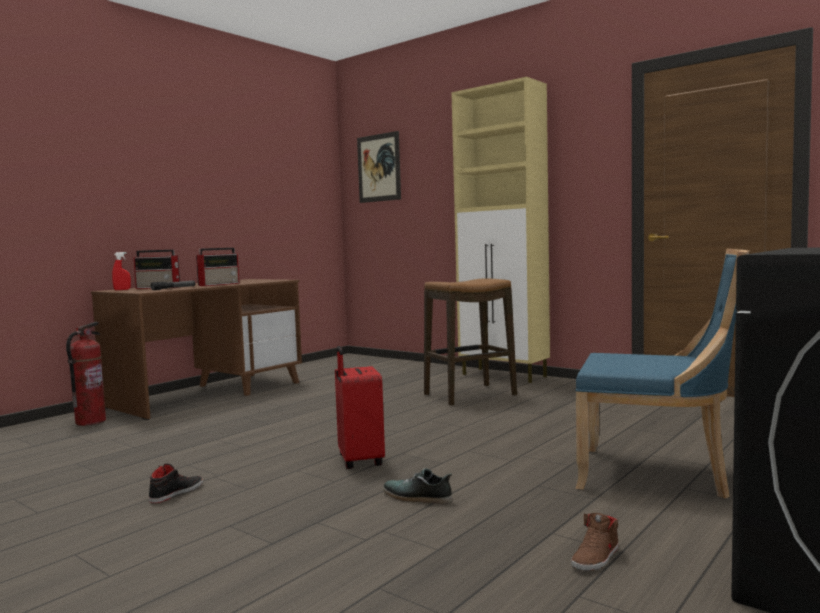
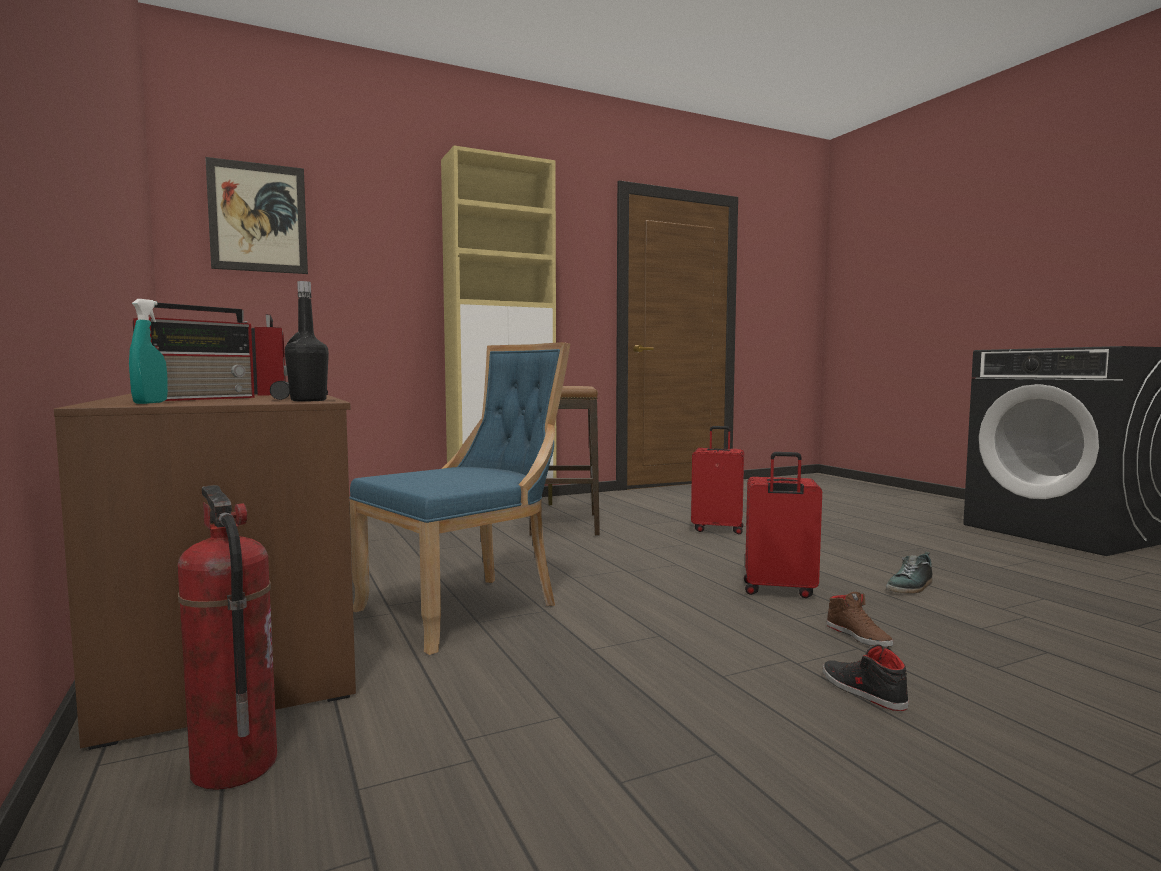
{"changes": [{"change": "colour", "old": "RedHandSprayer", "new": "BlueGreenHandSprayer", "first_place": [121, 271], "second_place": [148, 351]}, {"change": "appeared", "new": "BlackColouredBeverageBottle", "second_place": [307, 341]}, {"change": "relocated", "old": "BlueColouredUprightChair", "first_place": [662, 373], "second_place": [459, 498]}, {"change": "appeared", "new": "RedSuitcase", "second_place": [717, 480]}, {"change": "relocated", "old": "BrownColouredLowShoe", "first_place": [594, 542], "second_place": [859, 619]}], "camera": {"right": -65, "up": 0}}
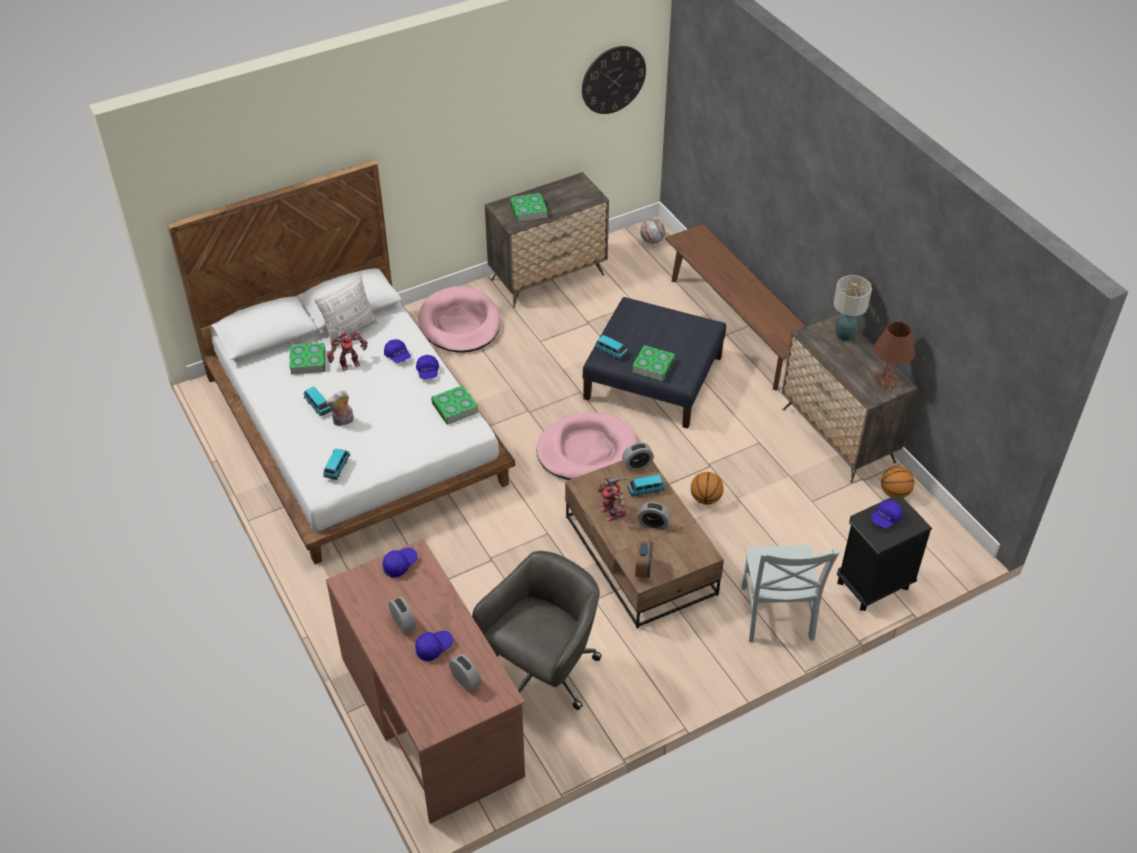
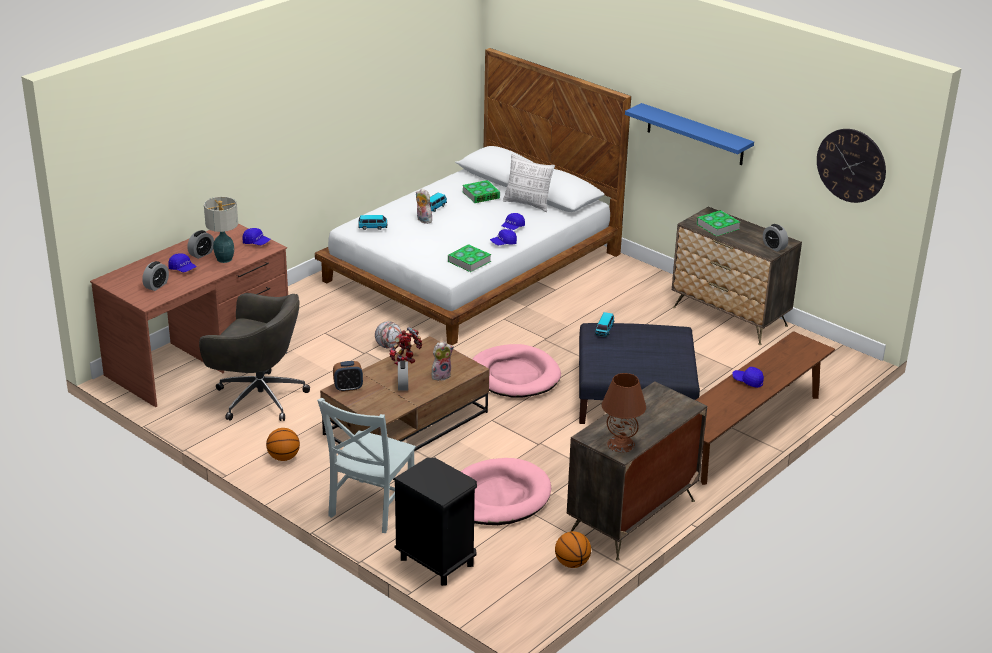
{"changes": [{"change": "relocated", "old": "TableLamp", "first_place": [853, 308], "second_place": [221, 229]}, {"change": "relocated", "old": "Basketball", "first_place": [707, 488], "second_place": [283, 444]}, {"change": "spun", "old": "GreyishUprightChair", "first_place": [790, 594], "second_place": [366, 465], "degrees": -45}, {"change": "relocated", "old": "BallForFootball", "first_place": [652, 231], "second_place": [388, 335]}, {"change": "exchanged", "old": "ModelCar", "new": "CuddlyToy", "first_place": [646, 485], "second_place": [443, 361]}, {"change": "relocated", "old": "PinkishPetBed", "first_place": [459, 319], "second_place": [506, 491]}, {"change": "appeared", "new": "BlueColouredWallShelf", "second_place": [689, 134]}, {"change": "relocated", "old": "BlueColouredPeakedCap", "first_place": [886, 514], "second_place": [748, 377]}, {"change": "relocated", "old": "AlarmClock", "first_place": [638, 456], "second_place": [775, 238]}, {"change": "missing", "old": "RobotFigure", "first_place": [347, 349]}, {"change": "missing", "old": "Book", "first_place": [653, 363]}], "camera": {"right": 70, "up": -15}}
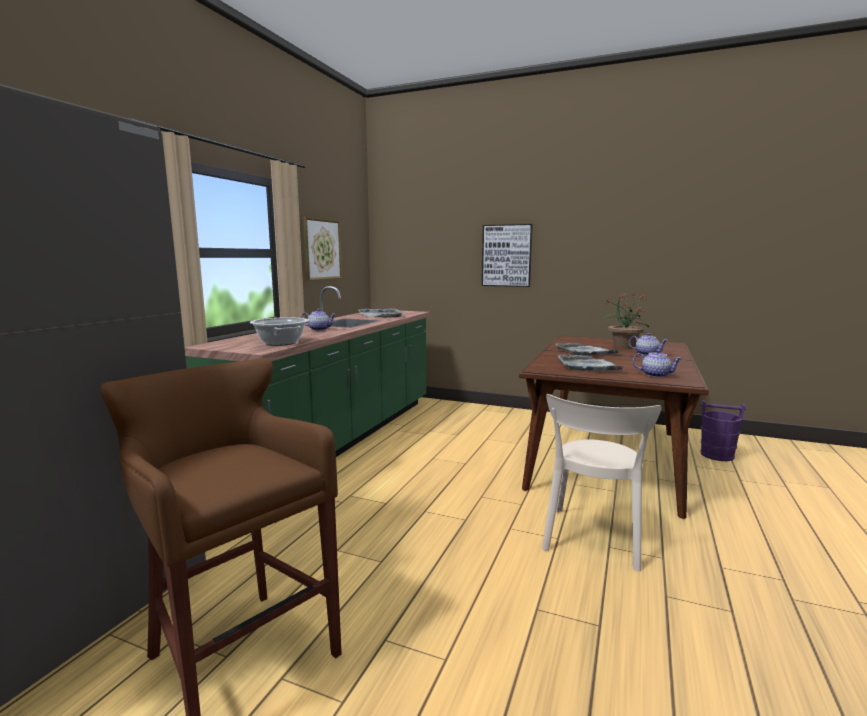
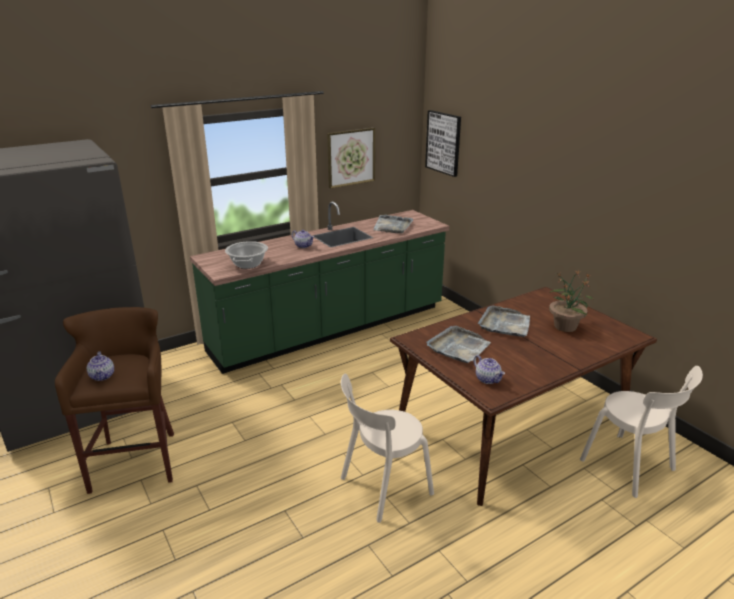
{"changes": [{"change": "relocated", "old": "PotForTea", "first_place": [648, 344], "second_place": [100, 366]}, {"change": "relocated", "old": "WallArt", "first_place": [507, 255], "second_place": [443, 143]}, {"change": "exchanged", "old": "PurplishBucket", "new": "SandColouredUprightChair", "first_place": [723, 430], "second_place": [641, 432]}], "camera": {"right": 35, "up": 15}}
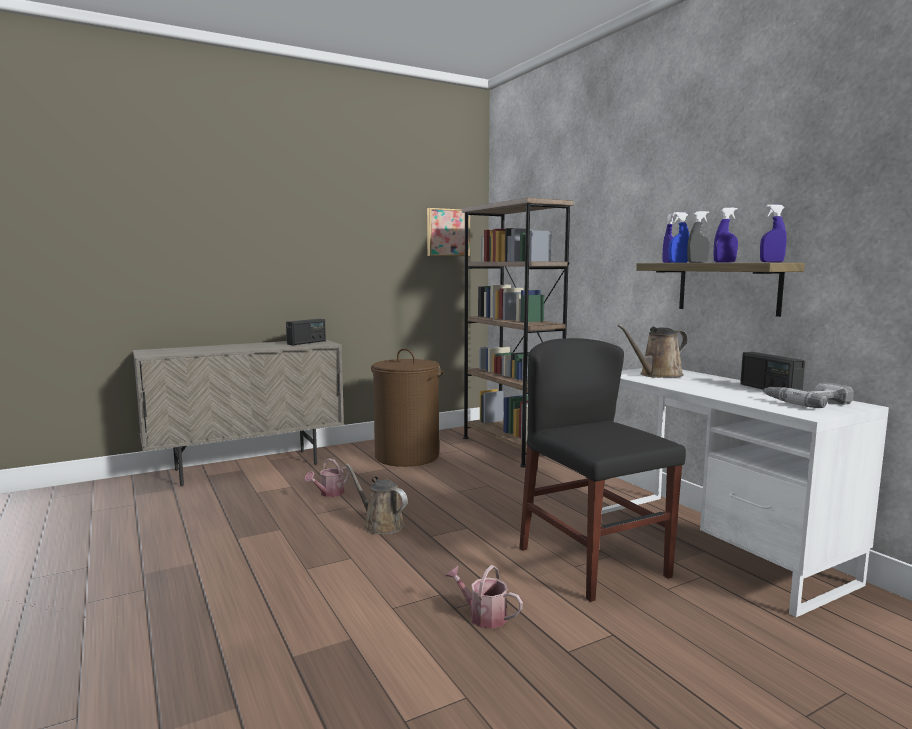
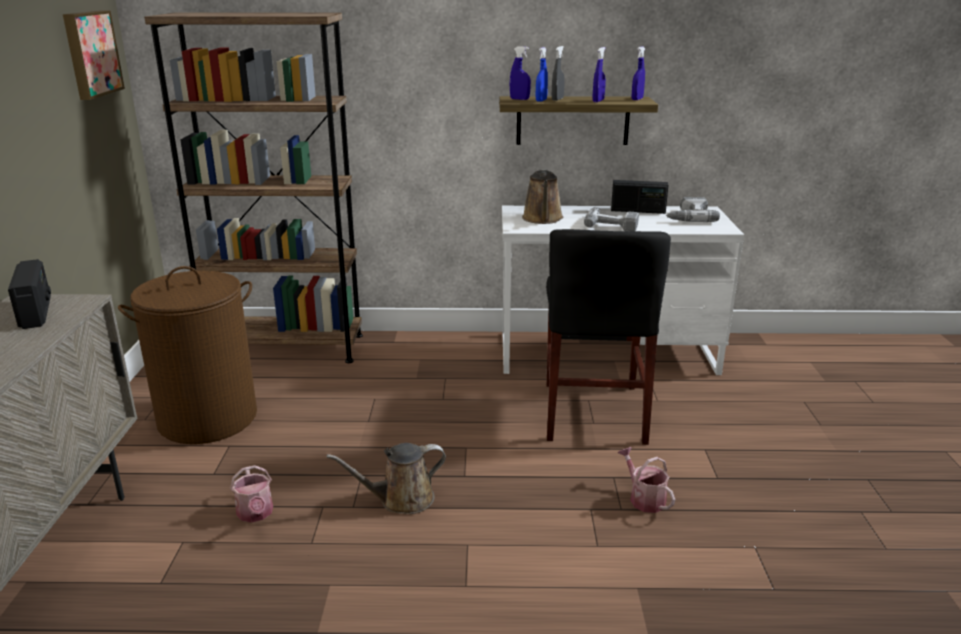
{"changes": [{"change": "spun", "old": "BlackColouredUprightChair", "first_place": [602, 470], "second_place": [608, 337], "degrees": -90}, {"change": "appeared", "new": "ElectricDrill", "second_place": [611, 219]}, {"change": "spun", "old": "SprinklingCan", "first_place": [484, 597], "second_place": [646, 480], "degrees": 90}], "camera": {"right": -60, "up": 15}}
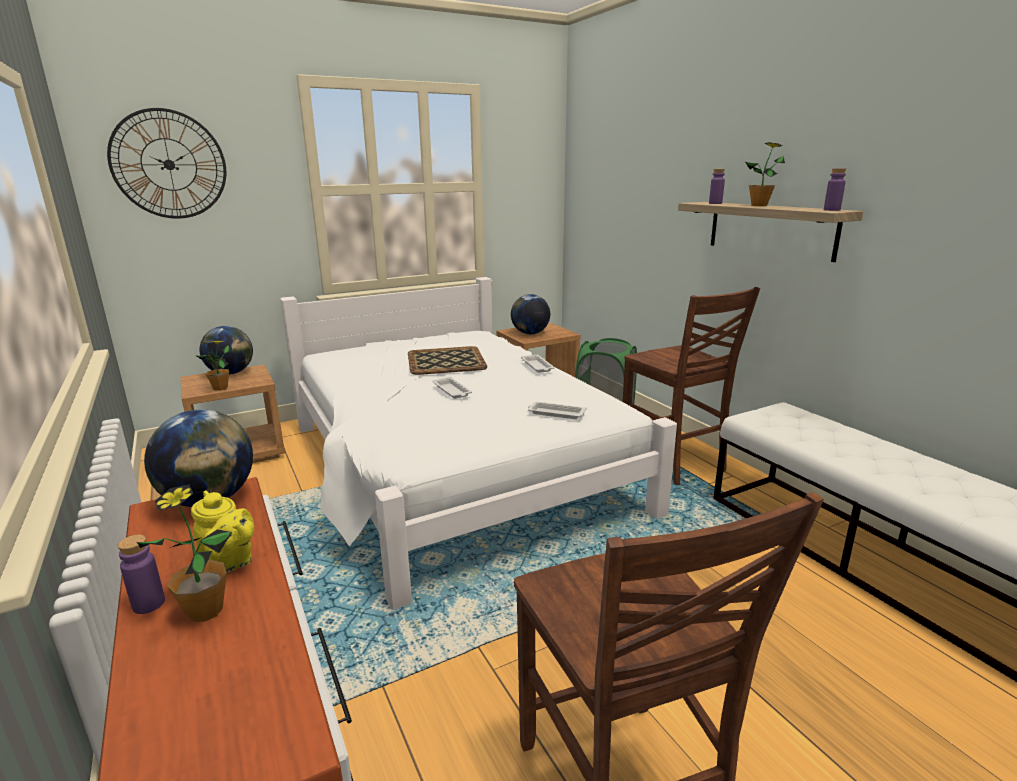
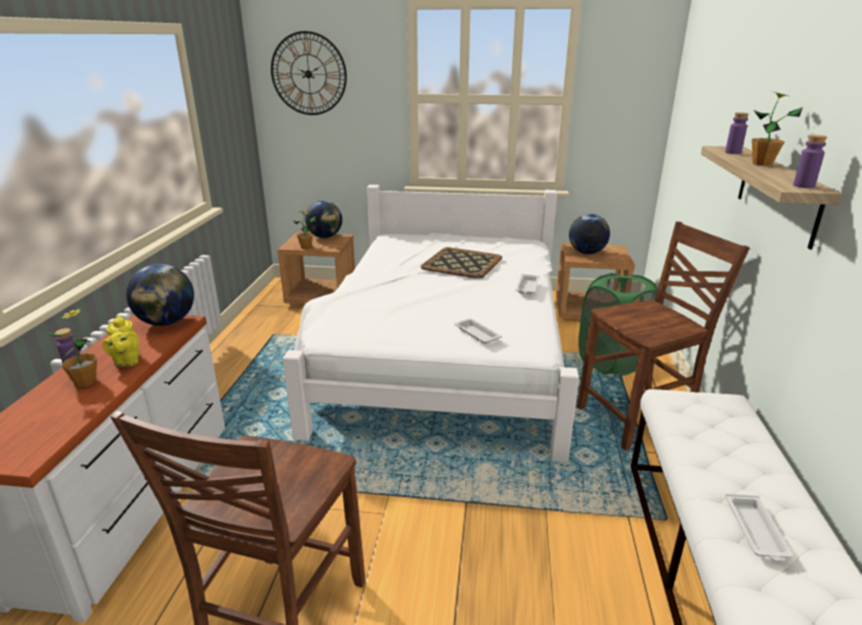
{"changes": [{"change": "spun", "old": "BrownColouredUprightChair", "first_place": [691, 386], "second_place": [663, 336], "degrees": -120}, {"change": "relocated", "old": "WhiteColouredTray", "first_place": [452, 388], "second_place": [759, 527]}], "camera": {"right": 35, "up": 5}}
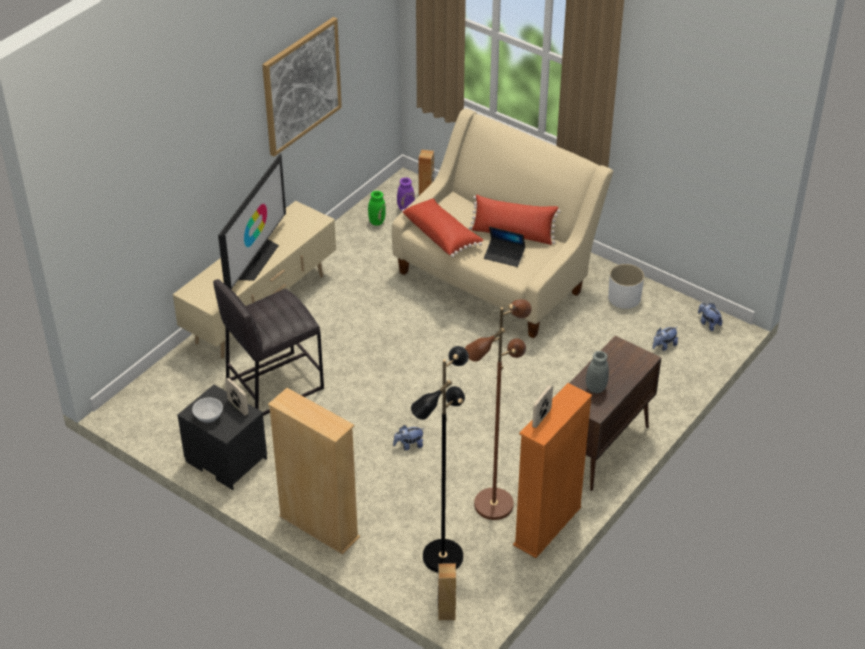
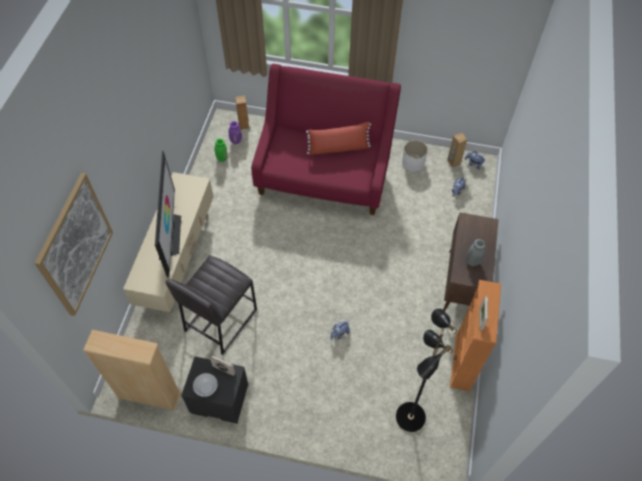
{"changes": [{"change": "relocated", "old": "WallArt", "first_place": [302, 87], "second_place": [73, 244]}, {"change": "relocated", "old": "SandColouredBookcase", "first_place": [314, 471], "second_place": [132, 370]}, {"change": "colour", "old": "SandColouredSofa", "new": "RedSofa", "first_place": [502, 223], "second_place": [326, 139]}, {"change": "relocated", "old": "BrownColouredSpeaker", "first_place": [447, 592], "second_place": [457, 150]}, {"change": "missing", "old": "RedCushion", "first_place": [442, 228]}, {"change": "missing", "old": "BrownColouredStandardLamp", "first_place": [498, 409]}, {"change": "missing", "old": "PortableComputer", "first_place": [504, 247]}], "camera": {"right": -25, "up": 15}}
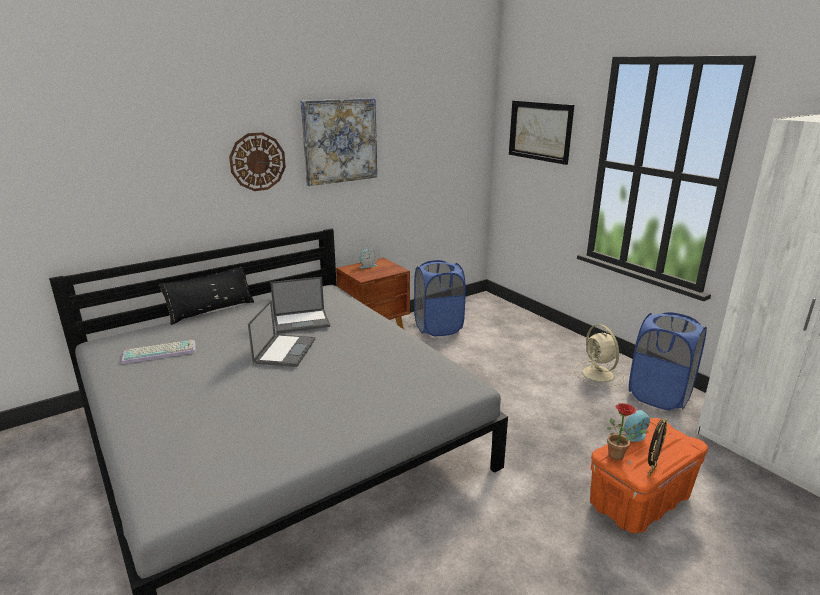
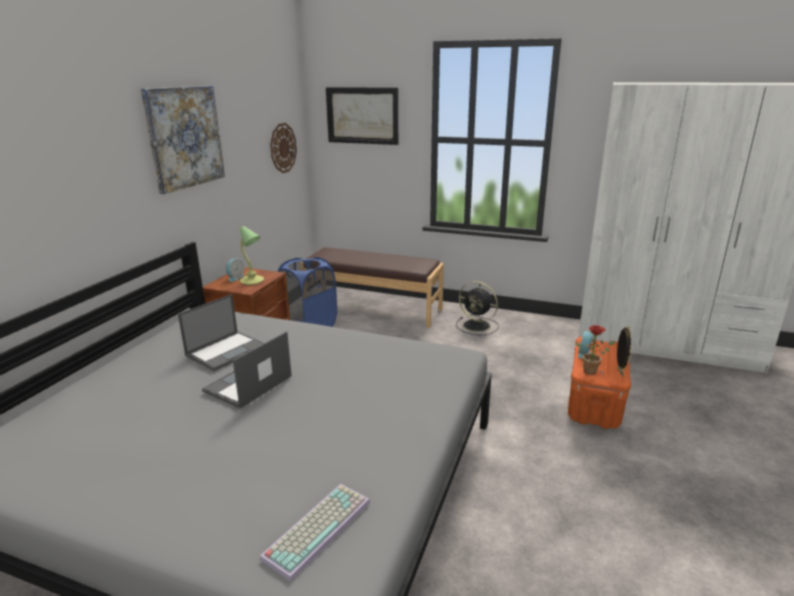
{"changes": [{"change": "spun", "old": "PortableComputer", "first_place": [281, 333], "second_place": [247, 370], "degrees": -120}, {"change": "appeared", "new": "TableLamp", "second_place": [252, 255]}, {"change": "relocated", "old": "ComputerKeyboard", "first_place": [158, 352], "second_place": [315, 532]}, {"change": "relocated", "old": "ClockOnTheWall", "first_place": [257, 161], "second_place": [283, 148]}, {"change": "appeared", "new": "BrownColouredIndoorBench", "second_place": [375, 287]}, {"change": "colour", "old": "SandColouredFan", "new": "BlackColouredFan", "first_place": [599, 355], "second_place": [477, 308]}, {"change": "missing", "old": "BlackColouredCushion", "first_place": [206, 296]}, {"change": "missing", "old": "BlueColouredHamper", "first_place": [668, 361]}], "camera": {"right": -35, "up": 0}}
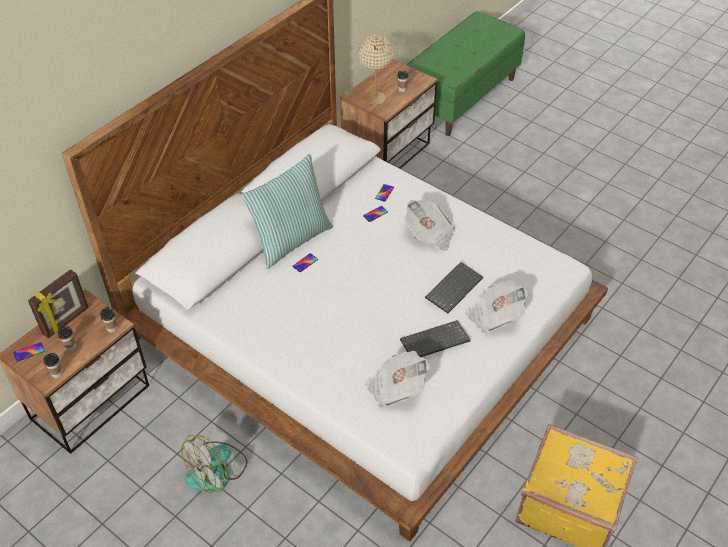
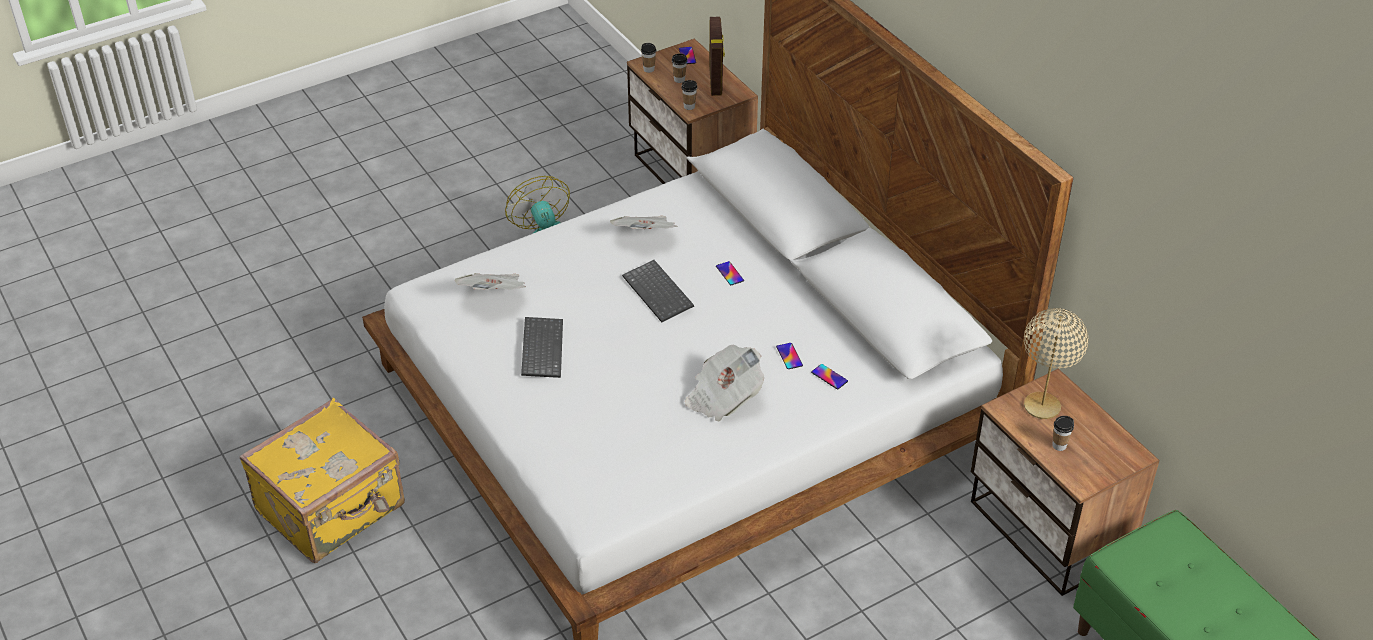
{"changes": [{"change": "relocated", "old": "DailyPaper", "first_place": [496, 306], "second_place": [644, 222]}, {"change": "relocated", "old": "ComputerKeyboard", "first_place": [454, 287], "second_place": [658, 291]}, {"change": "spun", "old": "PictureFrame", "first_place": [58, 303], "second_place": [717, 56], "degrees": -150}, {"change": "missing", "old": "Cushion", "first_place": [287, 211]}], "camera": {"right": 110, "up": -5}}
